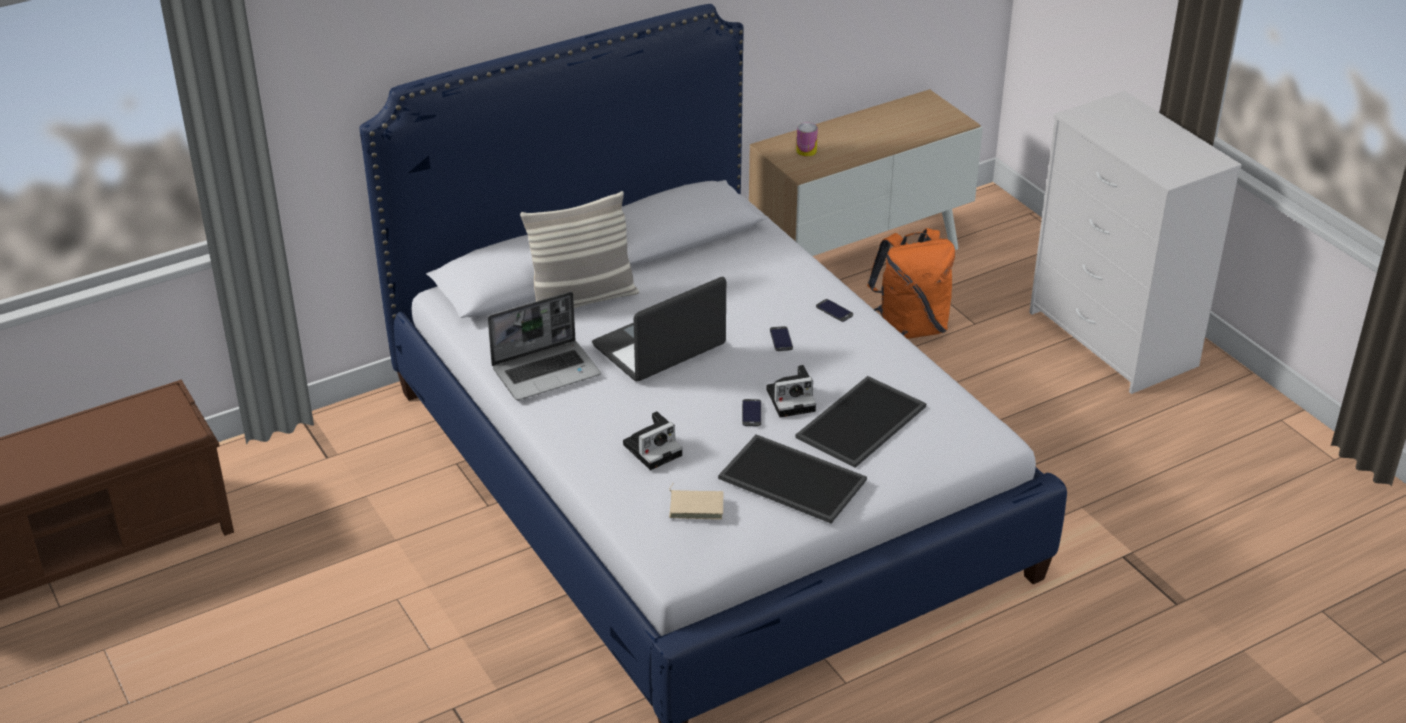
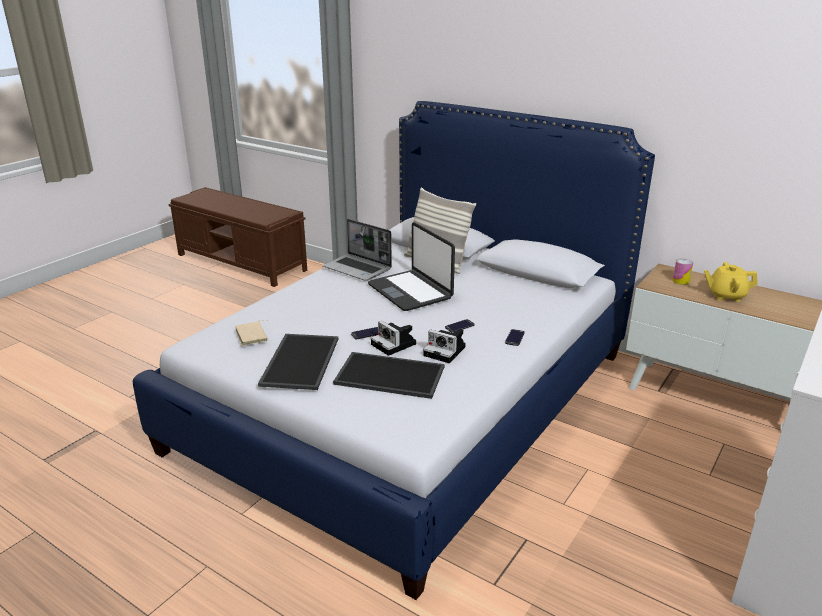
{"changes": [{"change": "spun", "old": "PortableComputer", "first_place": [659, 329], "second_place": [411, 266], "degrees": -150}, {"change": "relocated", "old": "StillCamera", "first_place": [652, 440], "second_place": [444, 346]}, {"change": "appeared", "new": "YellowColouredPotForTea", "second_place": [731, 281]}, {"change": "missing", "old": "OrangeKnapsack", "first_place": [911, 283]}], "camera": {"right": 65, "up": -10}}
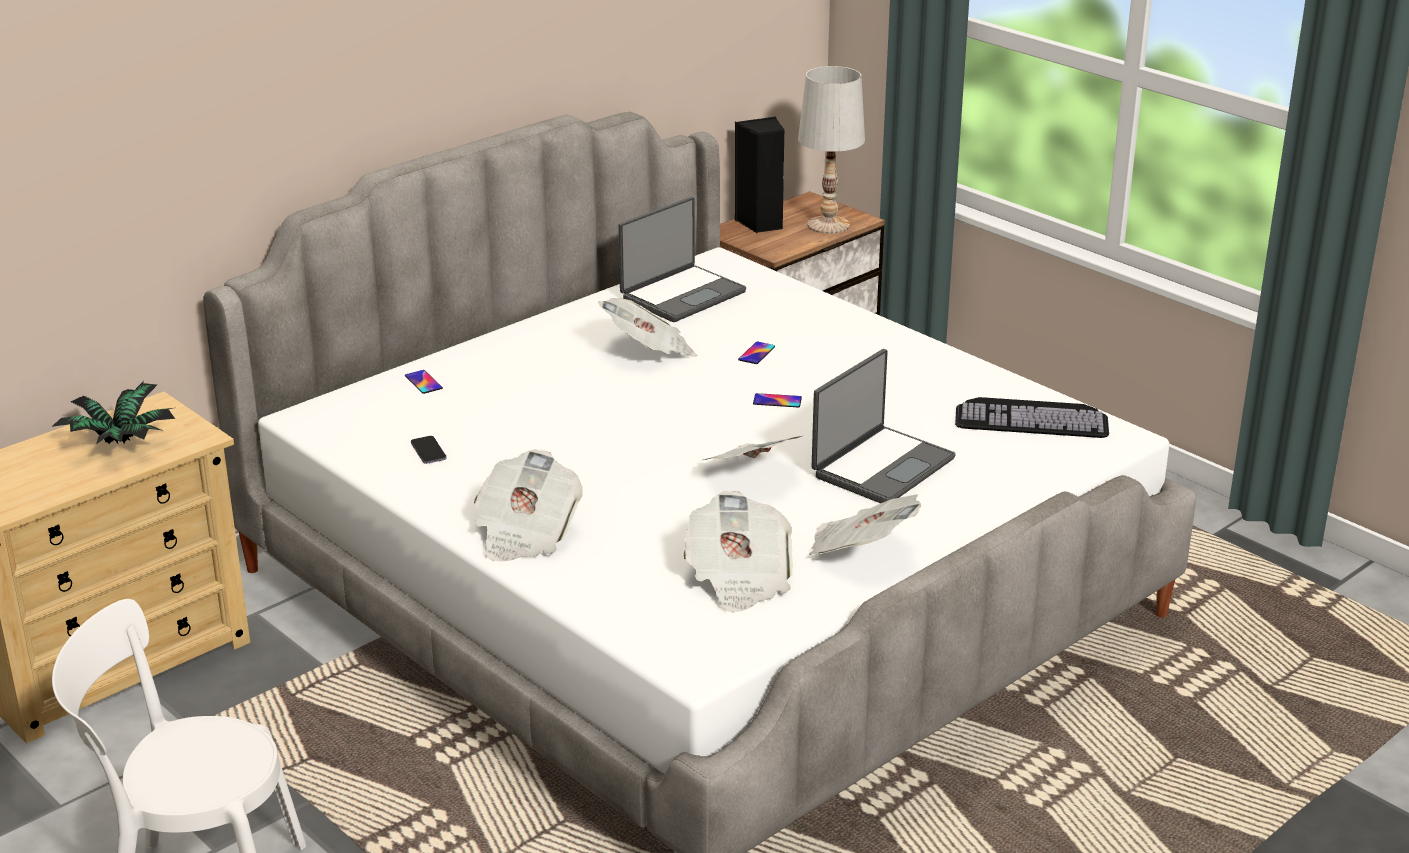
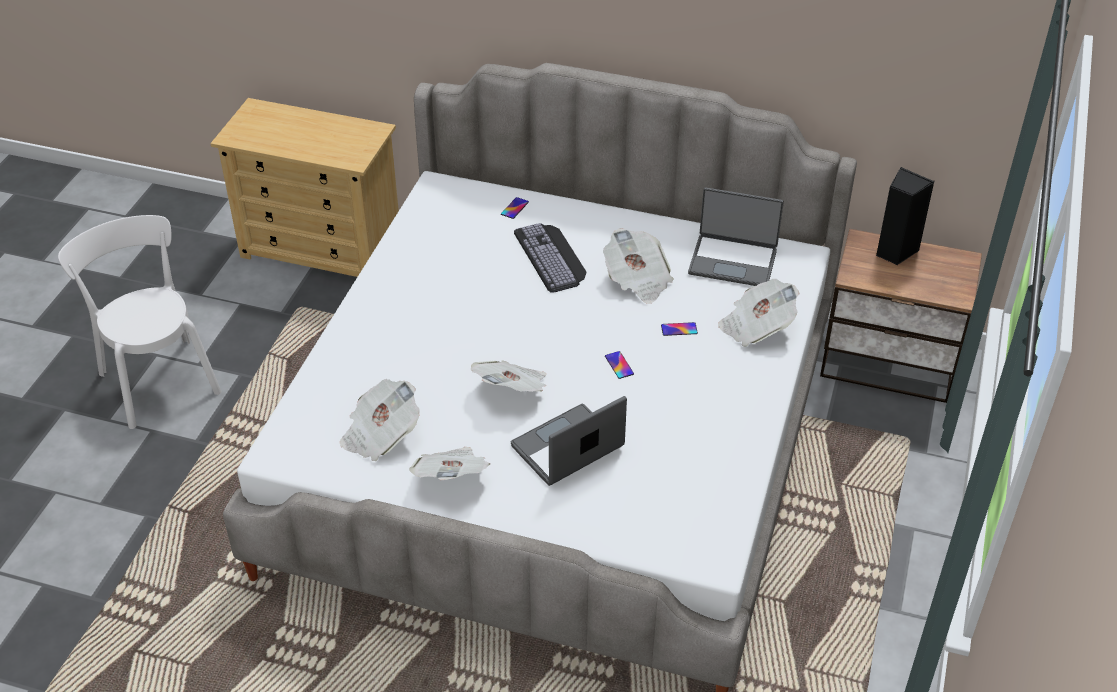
{"changes": [{"change": "spun", "old": "PortableComputer", "first_place": [884, 426], "second_place": [569, 441], "degrees": 135}, {"change": "relocated", "old": "ComputerKeyboard", "first_place": [1032, 417], "second_place": [550, 257]}, {"change": "relocated", "old": "DailyPaper", "first_place": [528, 506], "second_place": [759, 313]}, {"change": "missing", "old": "PottedPlant", "first_place": [113, 412]}, {"change": "missing", "old": "Phone", "first_place": [428, 450]}, {"change": "missing", "old": "WhiteColouredTableLamp", "first_place": [831, 150]}], "camera": {"right": 60, "up": 15}}
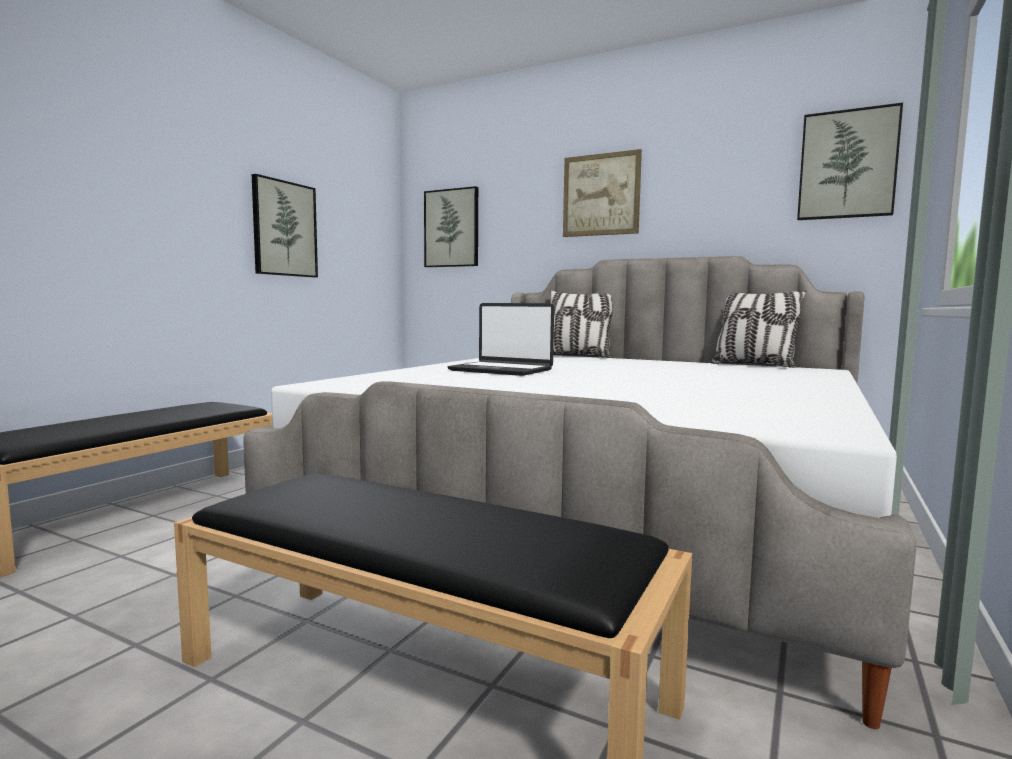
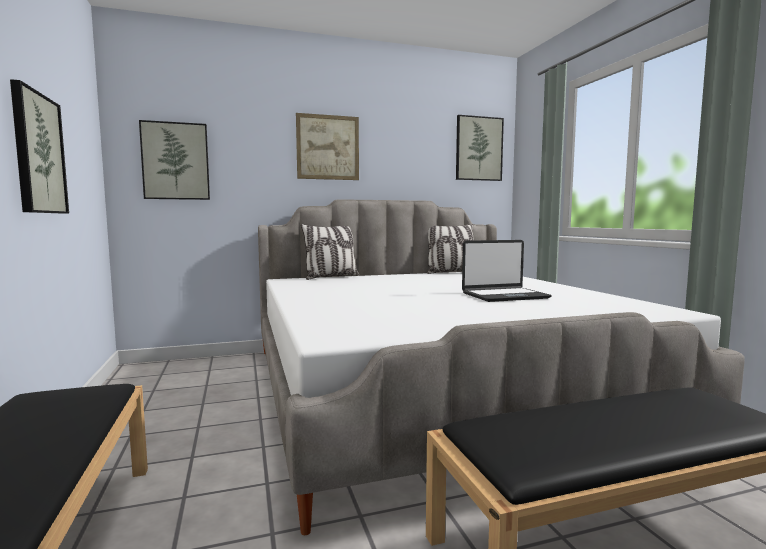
{"changes": [{"change": "relocated", "old": "PortableComputer", "first_place": [500, 339], "second_place": [507, 271]}], "camera": {"right": -45, "up": 0}}
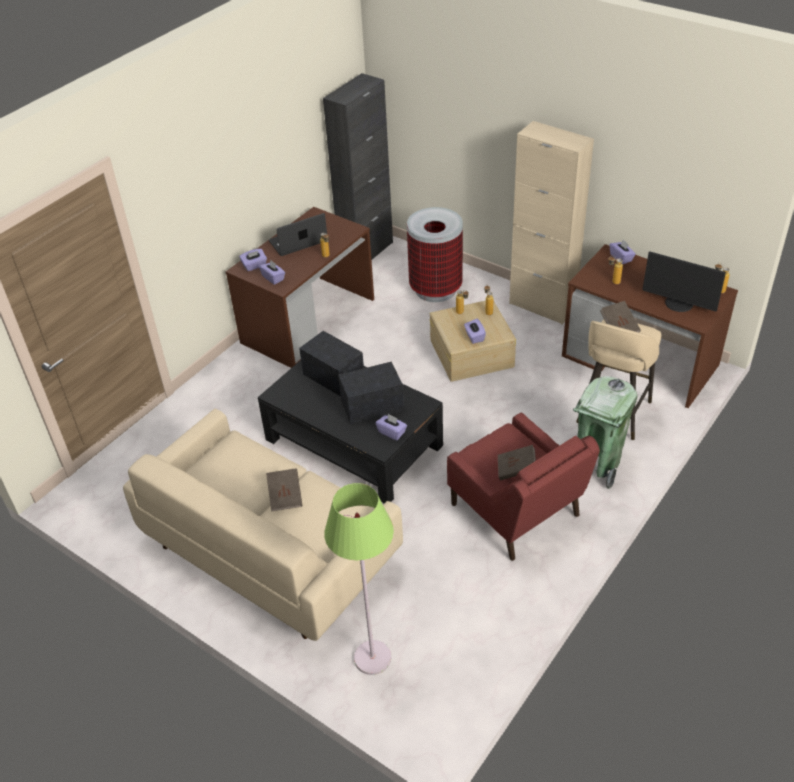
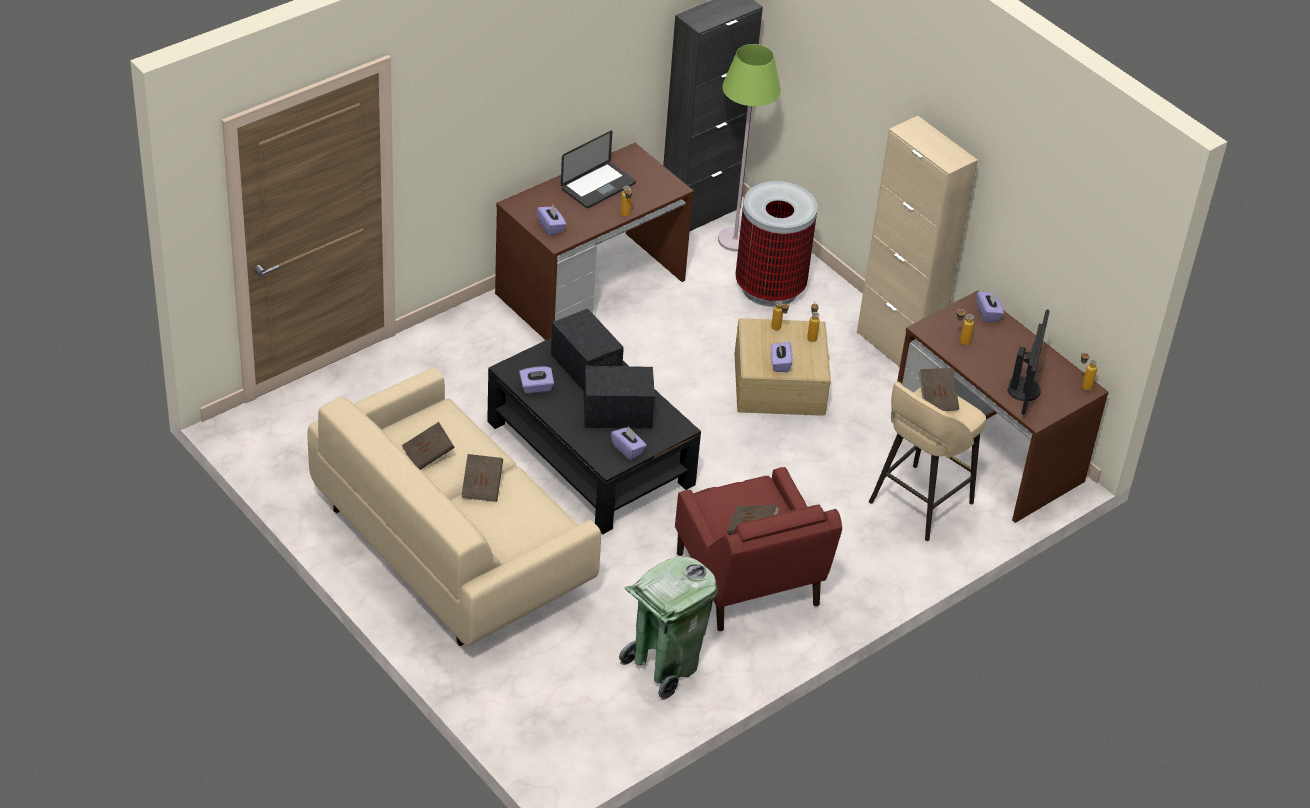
{"changes": [{"change": "appeared", "new": "BrownColouredBook", "second_place": [428, 446]}, {"change": "relocated", "old": "PurplishTissueBox", "first_place": [253, 260], "second_place": [536, 380]}, {"change": "spun", "old": "PortableComputer", "first_place": [298, 234], "second_place": [598, 169], "degrees": 150}, {"change": "relocated", "old": "GreenWasteBin", "first_place": [605, 432], "second_place": [668, 628]}, {"change": "relocated", "old": "GreenStandardLamp", "first_place": [359, 579], "second_place": [749, 148]}, {"change": "spun", "old": "ComputerScreen", "first_place": [684, 281], "second_place": [1028, 362], "degrees": -120}], "camera": {"right": 10, "up": 0}}
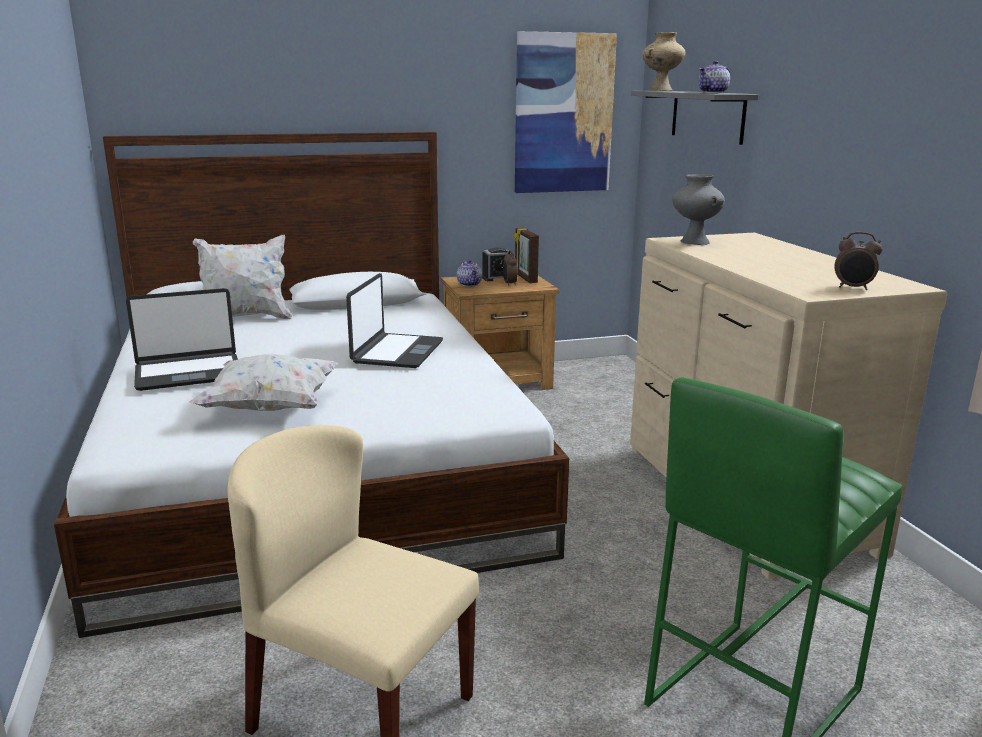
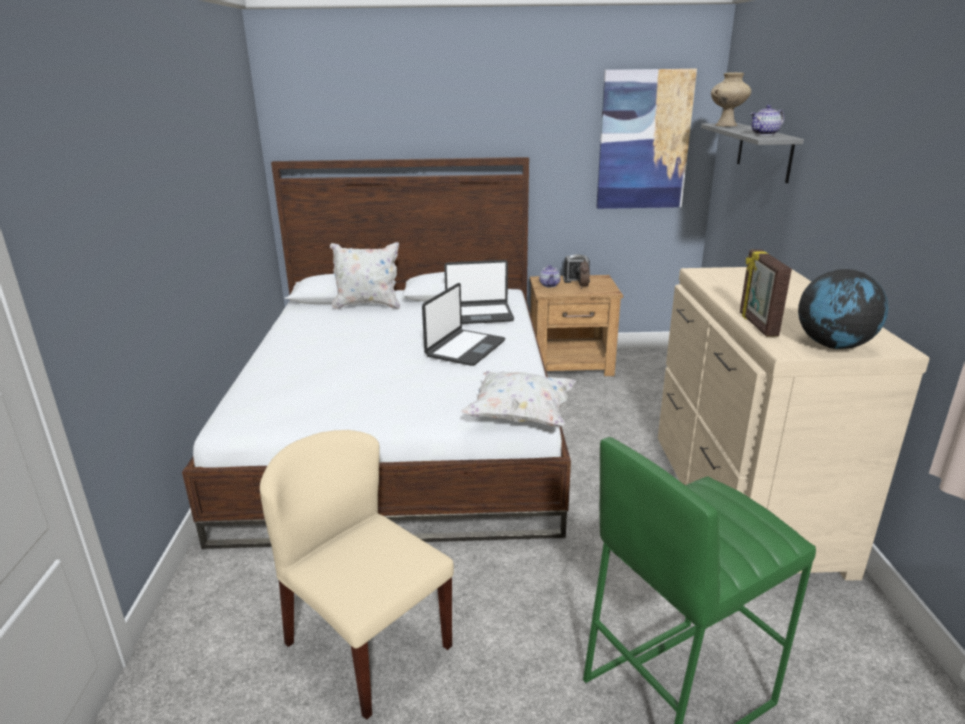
{"changes": [{"change": "relocated", "old": "PortableComputer", "first_place": [182, 339], "second_place": [479, 292]}, {"change": "relocated", "old": "WhiteColouredCushion", "first_place": [264, 382], "second_place": [518, 399]}, {"change": "relocated", "old": "PictureFrame", "first_place": [526, 255], "second_place": [766, 293]}, {"change": "exchanged", "old": "AlarmClock", "new": "DeskGlobe", "first_place": [858, 261], "second_place": [843, 309]}, {"change": "missing", "old": "GreyishDecorativeVase", "first_place": [698, 209]}], "camera": {"right": 15, "up": 5}}
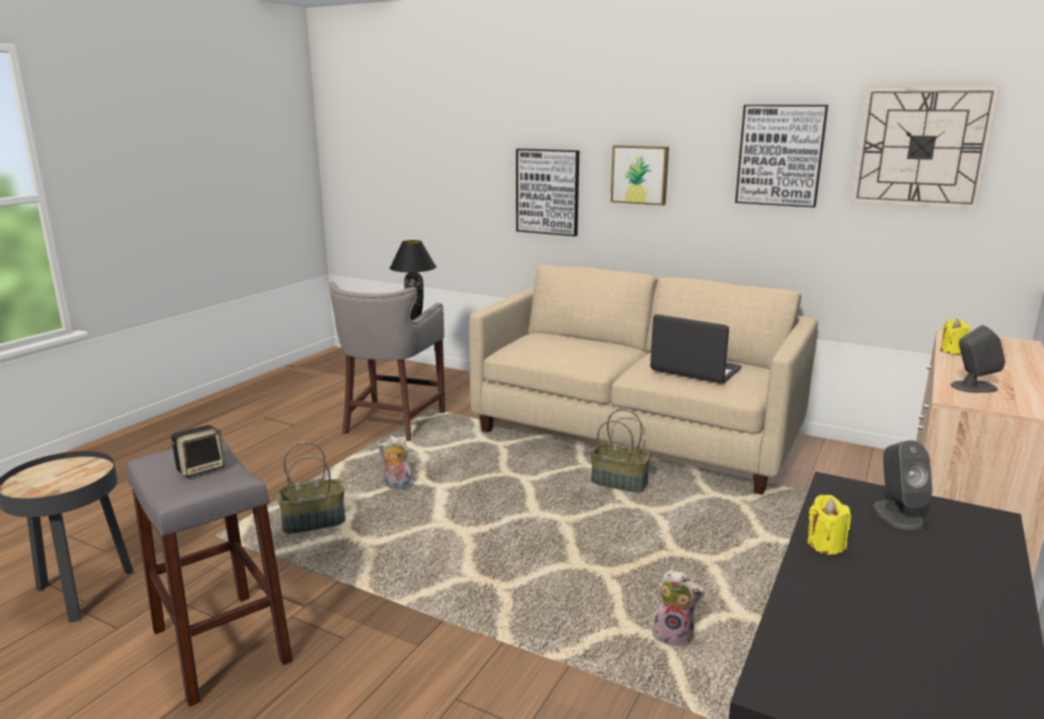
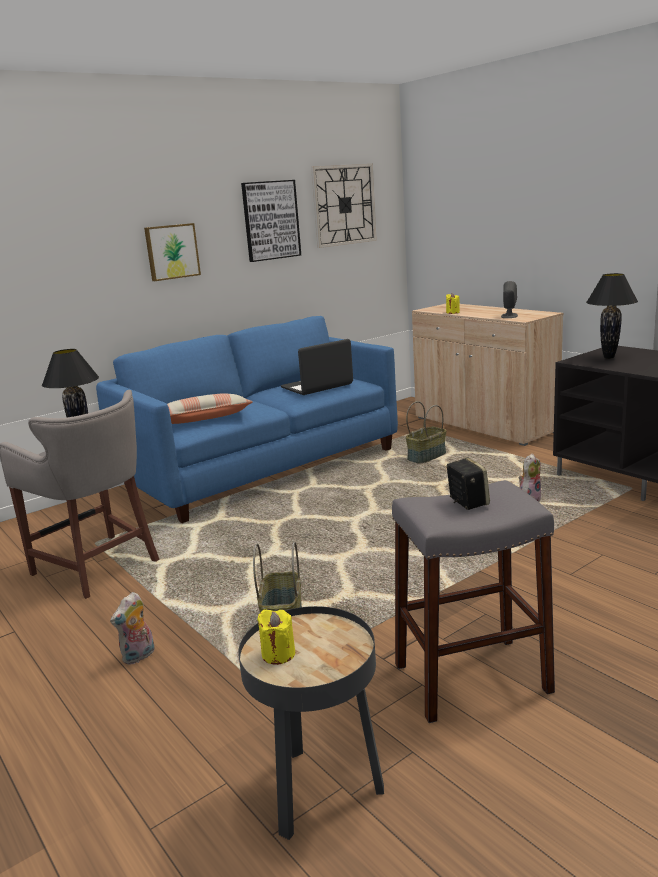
{"changes": [{"change": "colour", "old": "SandColouredSofa", "new": "BlueColouredSofa", "first_place": [643, 380], "second_place": [247, 419]}, {"change": "relocated", "old": "CuddlyToy", "first_place": [395, 463], "second_place": [132, 628]}, {"change": "appeared", "new": "Cushion", "second_place": [210, 408]}, {"change": "relocated", "old": "YellowColouredWaxLight", "first_place": [829, 524], "second_place": [276, 637]}, {"change": "relocated", "old": "Basket", "first_place": [620, 450], "second_place": [426, 432]}, {"change": "exchanged", "old": "GreyishSpeaker", "new": "BlackColouredTableLamp", "first_place": [903, 485], "second_place": [612, 316]}, {"change": "missing", "old": "WallArt", "first_place": [547, 192]}], "camera": {"right": -65, "up": 0}}
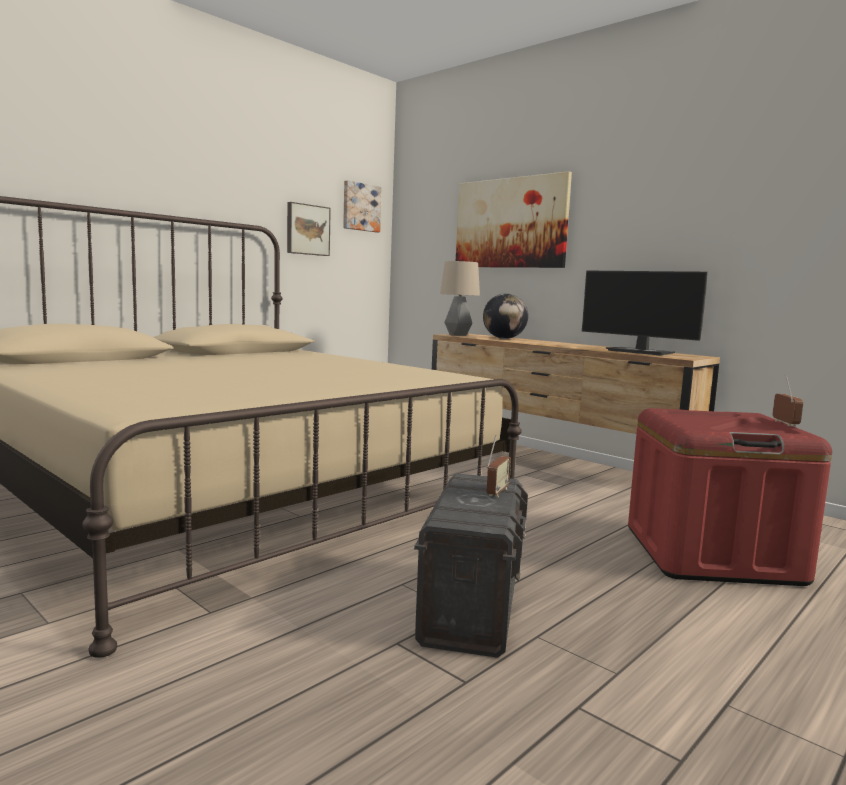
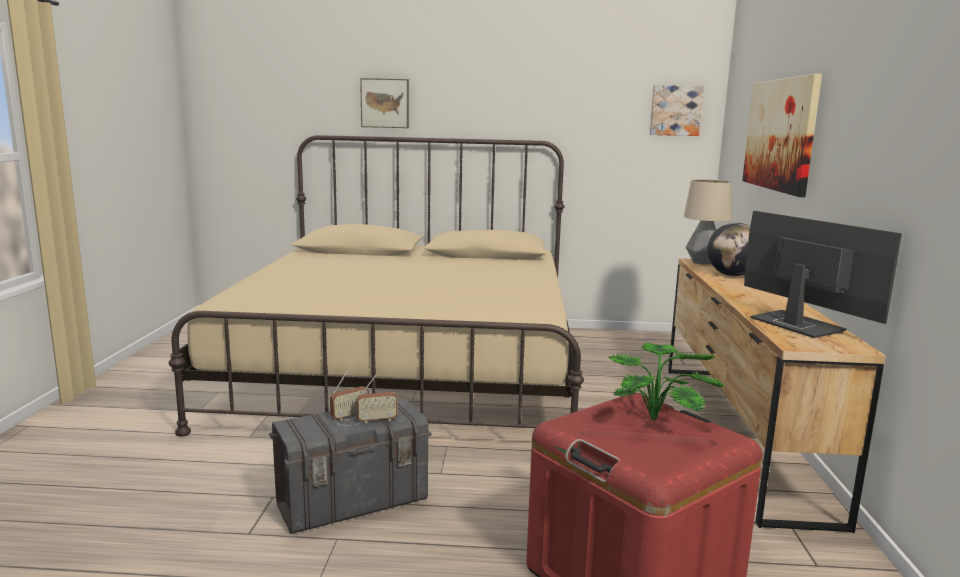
{"changes": [{"change": "relocated", "old": "RadioReceiver", "first_place": [787, 401], "second_place": [349, 395]}, {"change": "relocated", "old": "WallArt", "first_place": [309, 229], "second_place": [384, 103]}, {"change": "appeared", "new": "PottedPlant", "second_place": [666, 381]}, {"change": "spun", "old": "ComputerScreen", "first_place": [645, 313], "second_place": [823, 274], "degrees": 150}], "camera": {"right": 50, "up": 5}}
